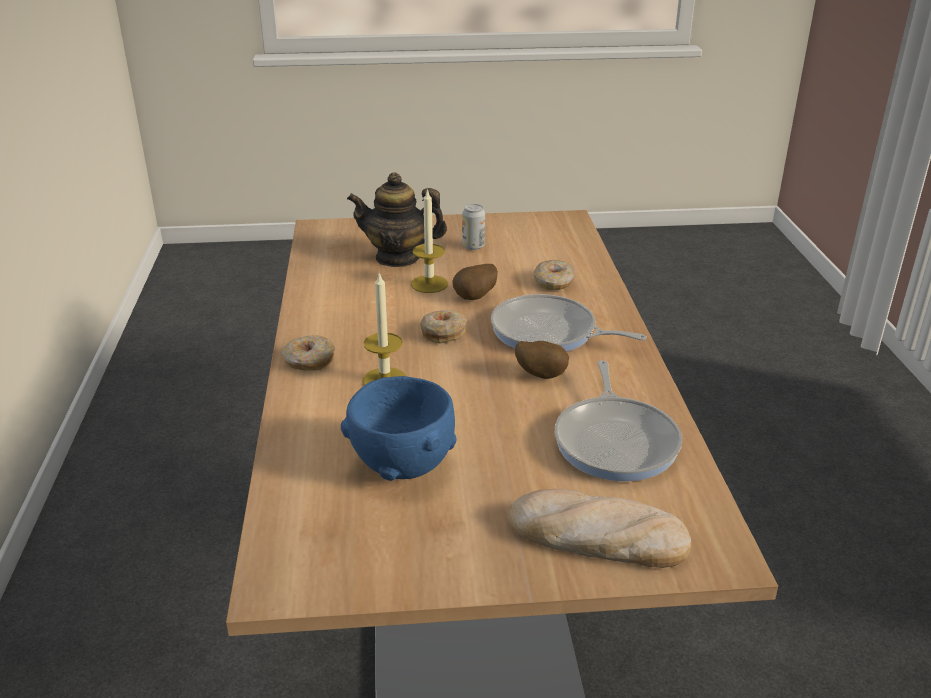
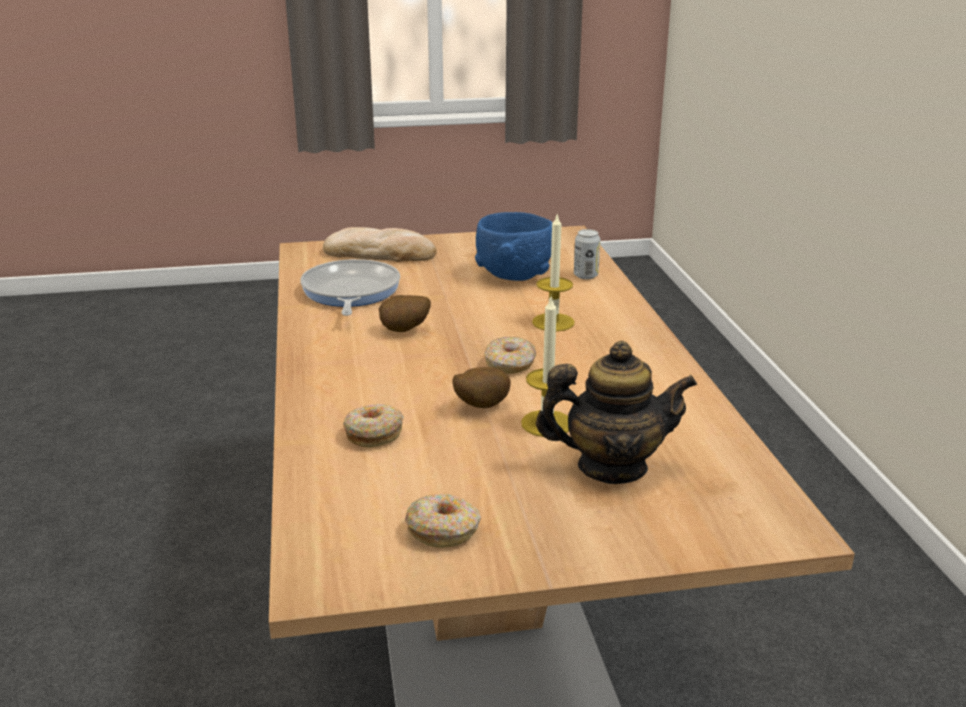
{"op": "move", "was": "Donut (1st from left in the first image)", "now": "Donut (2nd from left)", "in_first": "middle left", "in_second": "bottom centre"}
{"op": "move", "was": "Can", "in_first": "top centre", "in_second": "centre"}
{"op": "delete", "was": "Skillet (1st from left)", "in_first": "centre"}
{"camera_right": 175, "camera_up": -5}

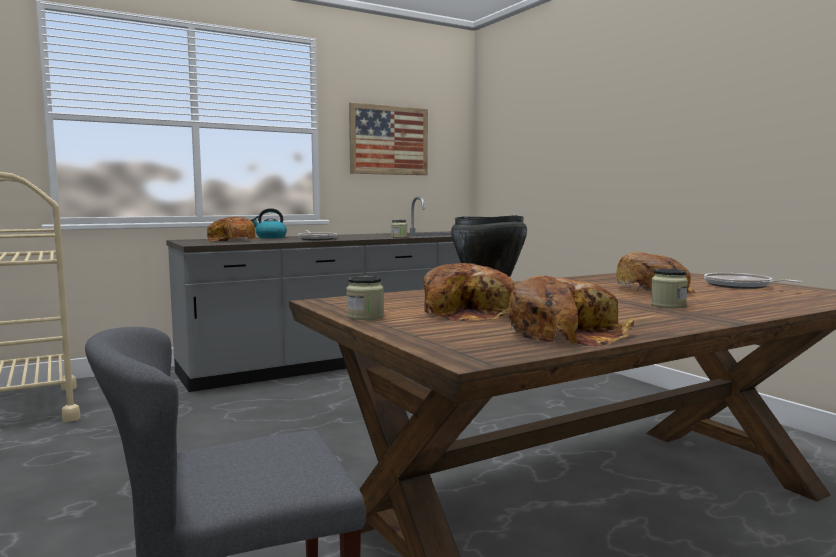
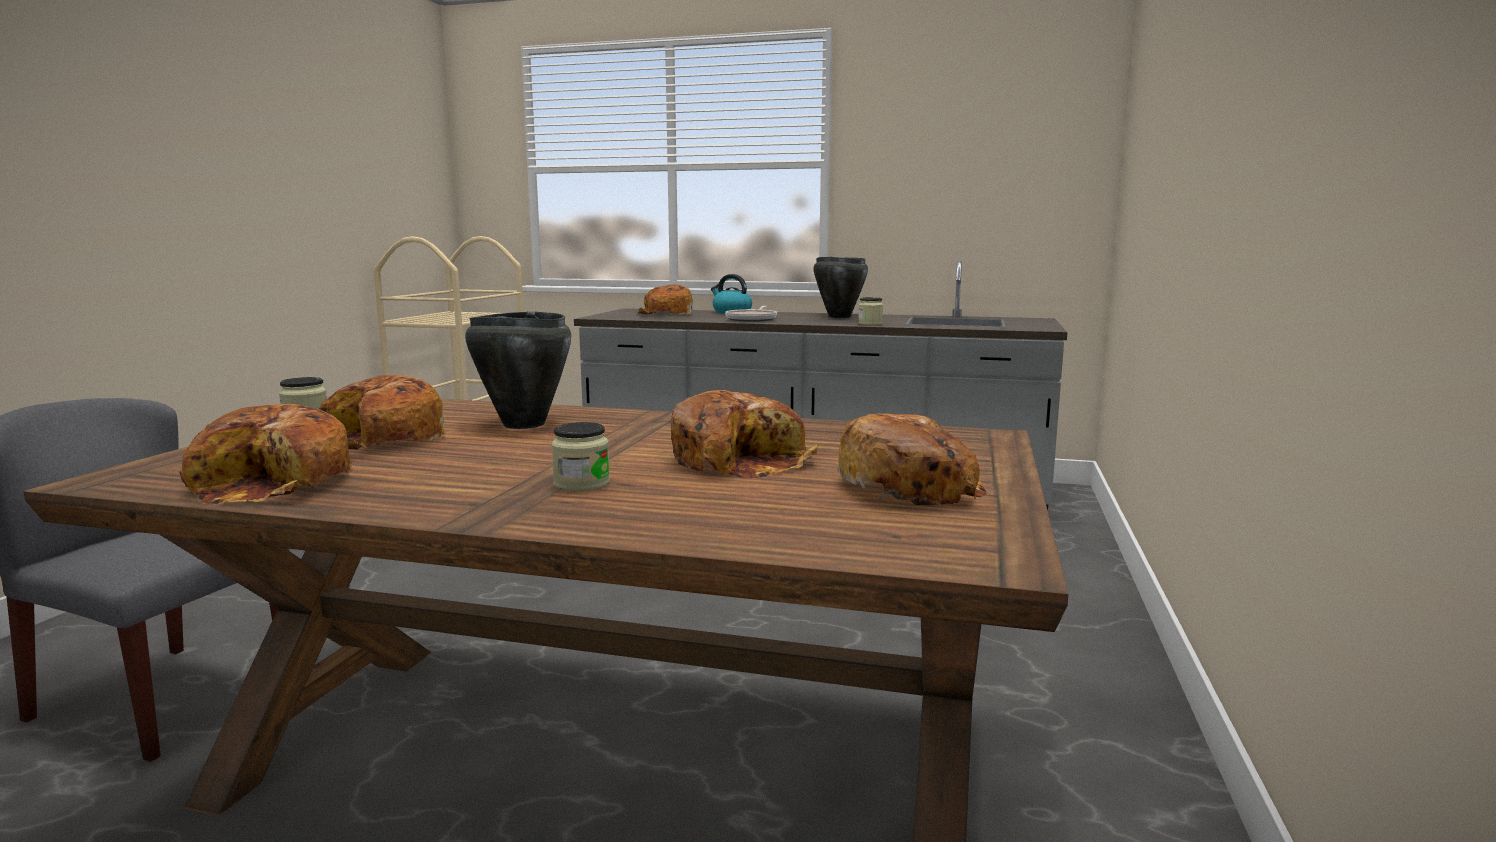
{"op": "delete", "was": "WallArt", "in_first": "top centre"}
{"op": "replace", "was": "Skillet (2nd from left)", "now": "BakedBread (5th from left)", "in_first": "middle right", "in_second": "centre"}
{"op": "insert", "now": "BlackSaucepot (2nd from left)", "in_second": "centre"}
{"camera_right": 45, "camera_up": 5}

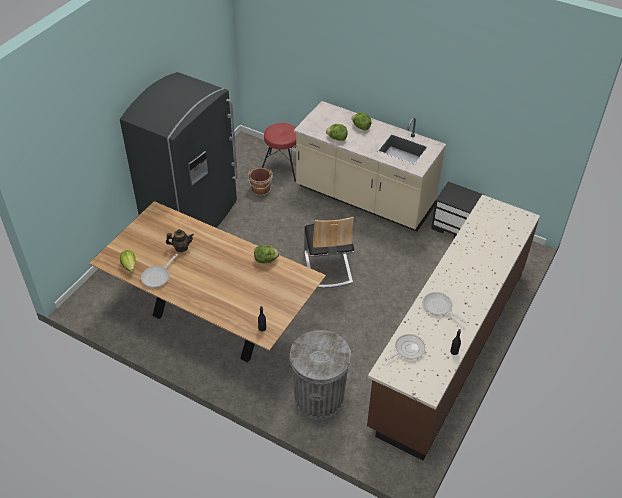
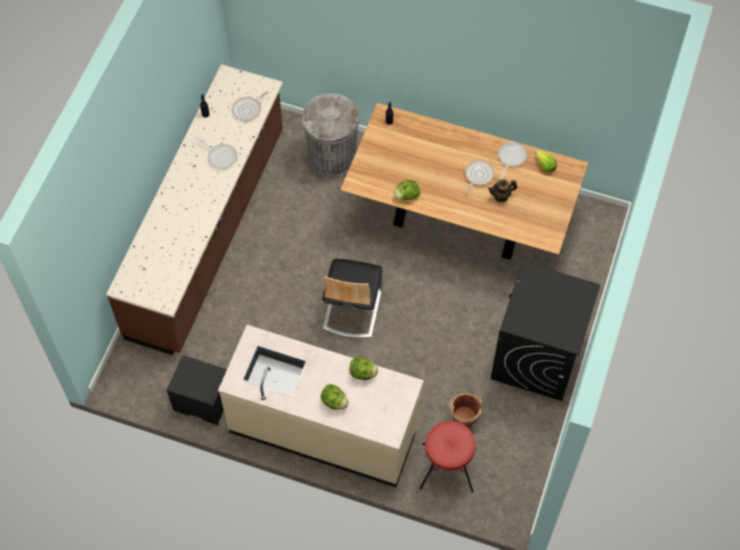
{"op": "replace", "was": "GreyishFridge", "now": "BlackLaundryAppliance", "in_first": "top left", "in_second": "middle right"}
{"op": "rotate", "was": "PlainChair", "in_first": "centre", "in_second": "centre", "clockwise": -150}
{"op": "insert", "now": "Skillet (3rd from left)", "in_second": "top centre"}
{"camera_right": 170, "camera_up": 15}

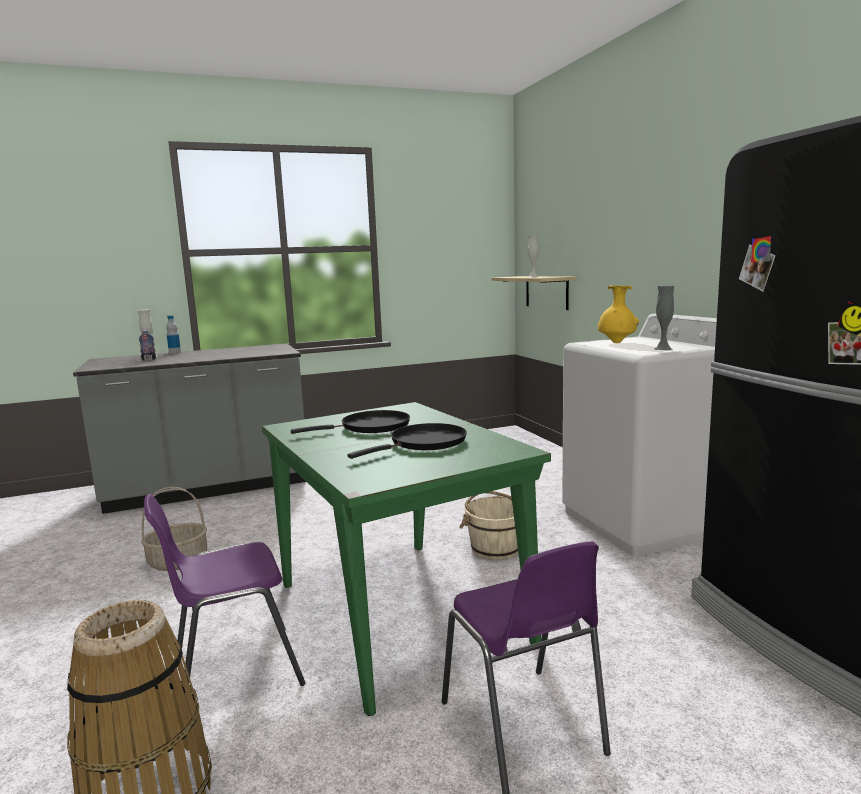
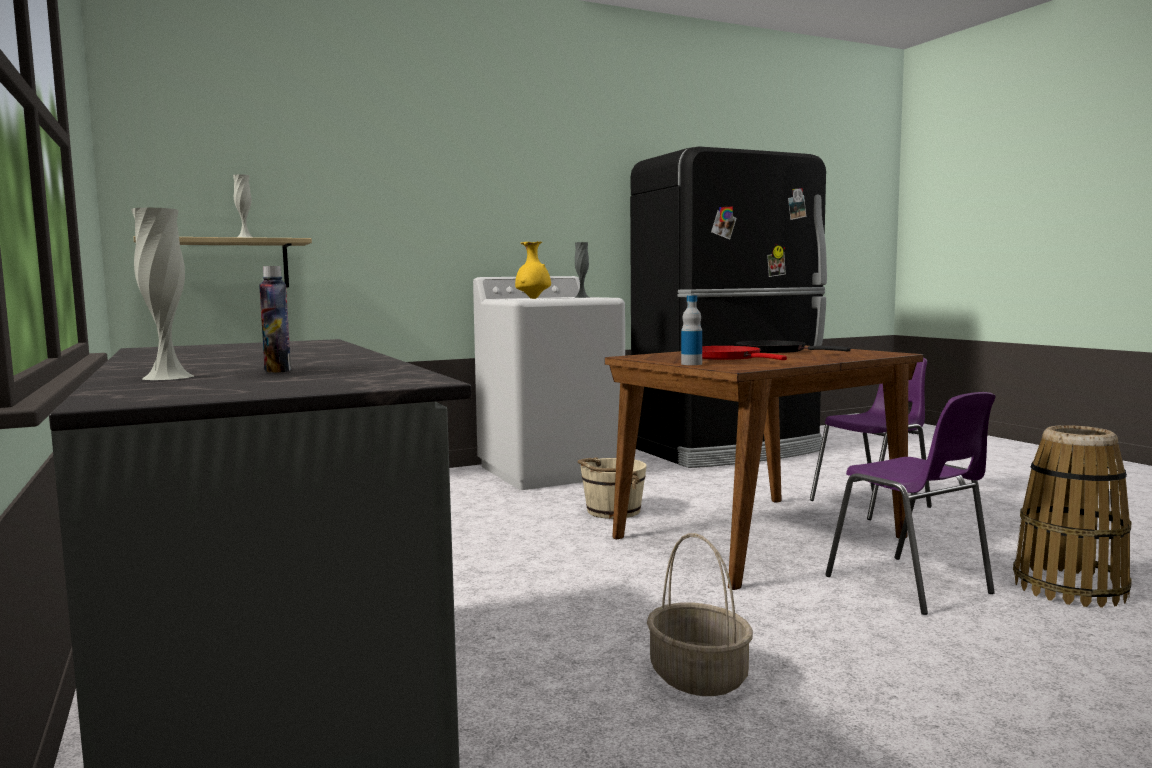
{"op": "move", "was": "DrinkBottle (2nd from left)", "in_first": "middle left", "in_second": "centre"}
{"op": "recolor", "was": "GreenDiningTable", "now": "BrownColouredDiningTable", "in_first": "bottom centre", "in_second": "centre"}
{"op": "recolor", "was": "BlackSkillet (1st from left)", "now": "ReddishSkillet", "in_first": "centre", "in_second": "centre"}
{"camera_right": -95, "camera_up": -5}

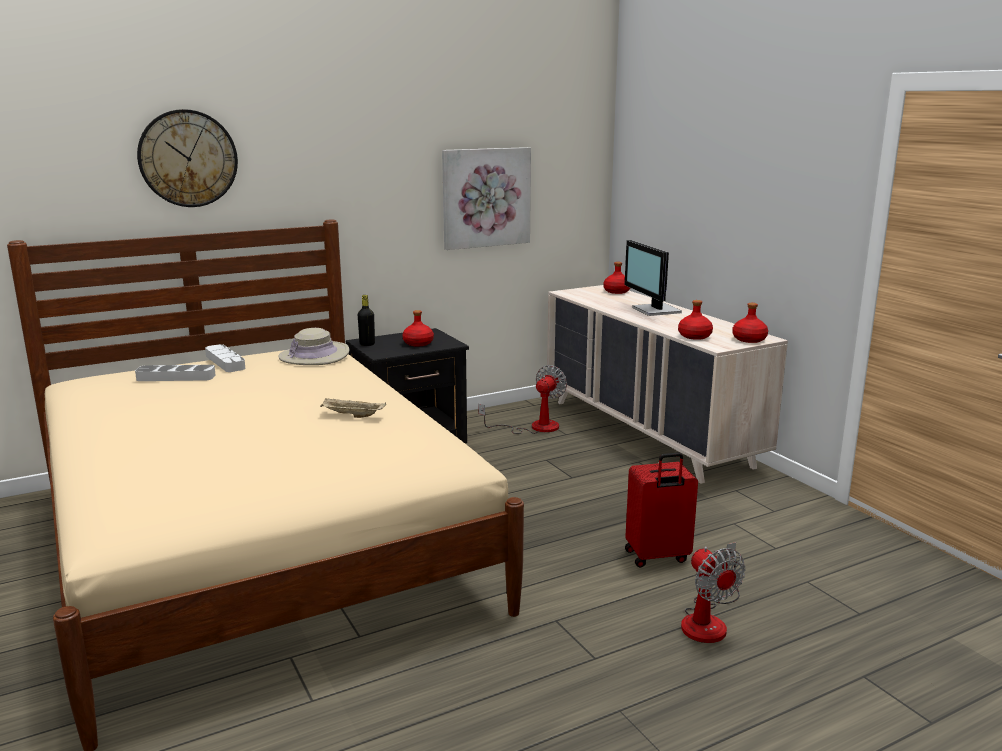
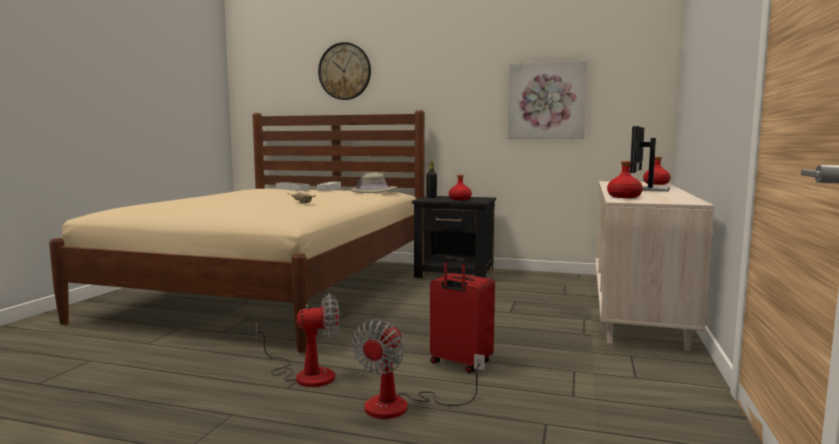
{"op": "move", "was": "Fan (1st from left)", "in_first": "centre", "in_second": "bottom centre"}
{"op": "delete", "was": "ReddishDrinkBottle (4th from left)", "in_first": "middle right"}
{"camera_right": 45, "camera_up": -10}

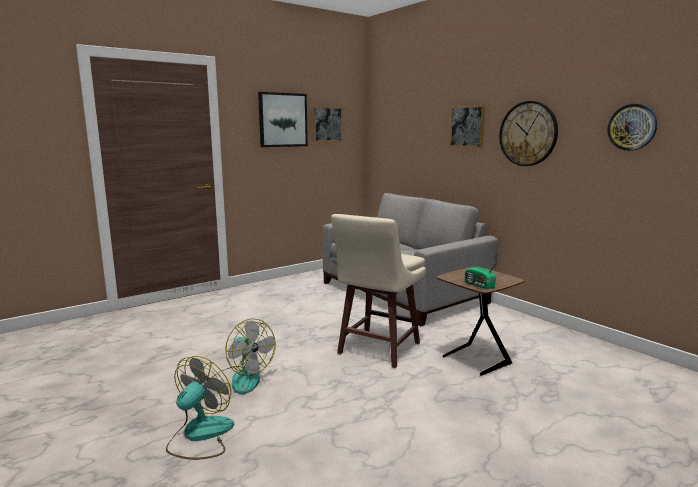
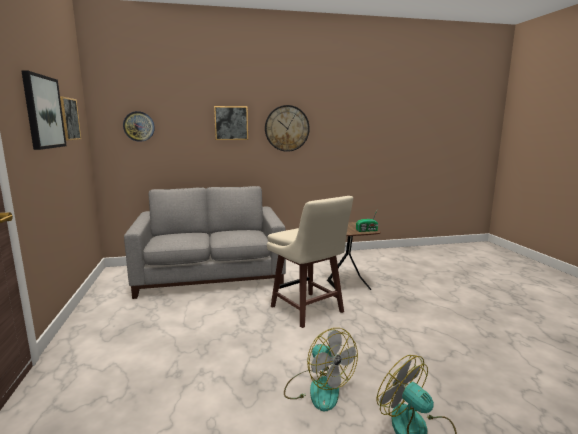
{"op": "rotate", "was": "Fan (2nd from left in the first image)", "in_first": "bottom centre", "in_second": "bottom centre", "clockwise": 75}
{"op": "move", "was": "WallClock (2nd from left in the first image)", "now": "WallClock (1st from left)", "in_first": "top right", "in_second": "top left"}
{"camera_right": -65, "camera_up": 0}

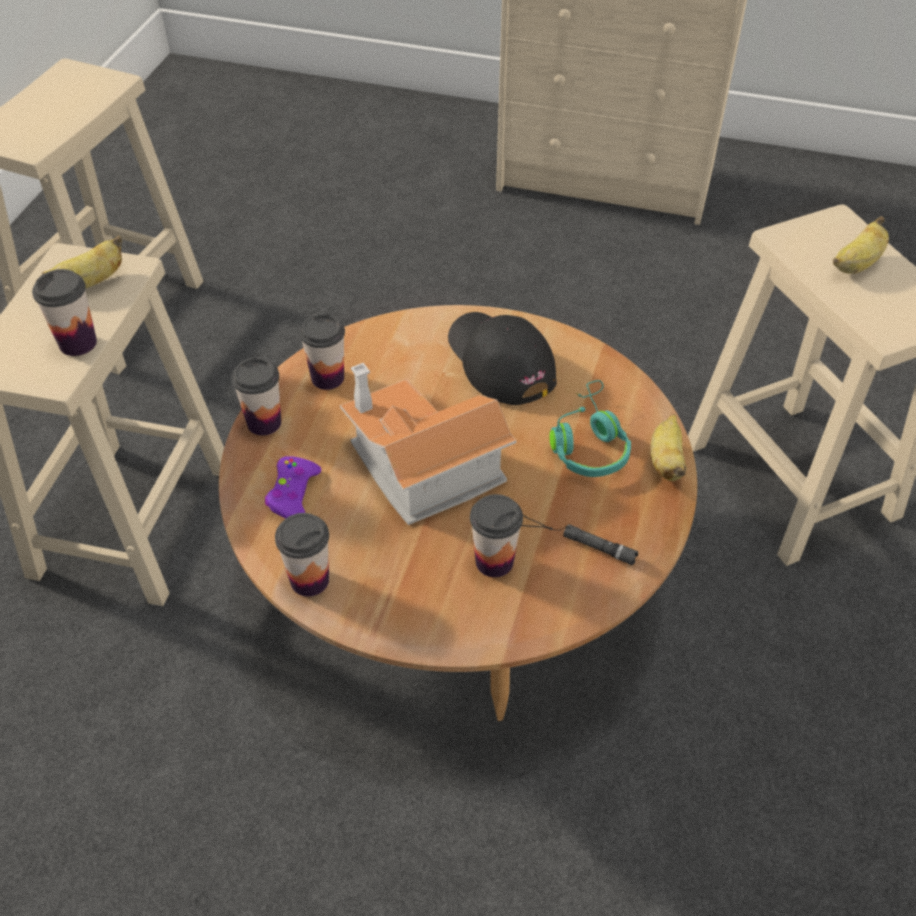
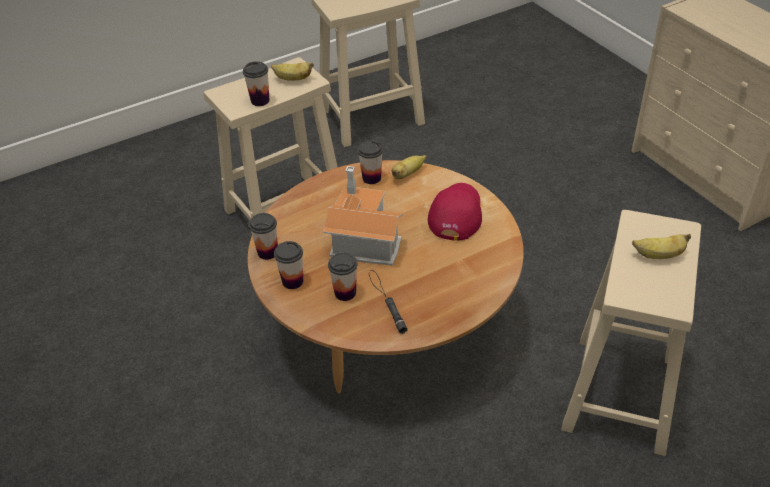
{"op": "move", "was": "SmallCup (2nd from left in the first image)", "now": "SmallCup (3rd from left)", "in_first": "middle left", "in_second": "centre"}
{"op": "delete", "was": "PurpleColouredJoypad", "in_first": "middle left"}
{"op": "recolor", "was": "BlackBaseballCap", "now": "ReddishBaseballCap", "in_first": "centre", "in_second": "centre"}
{"op": "delete", "was": "TurquoiseColouredHeadset", "in_first": "centre"}
{"op": "move", "was": "WholeBanana (2nd from left)", "in_first": "middle right", "in_second": "centre"}
{"camera_right": 45, "camera_up": -5}

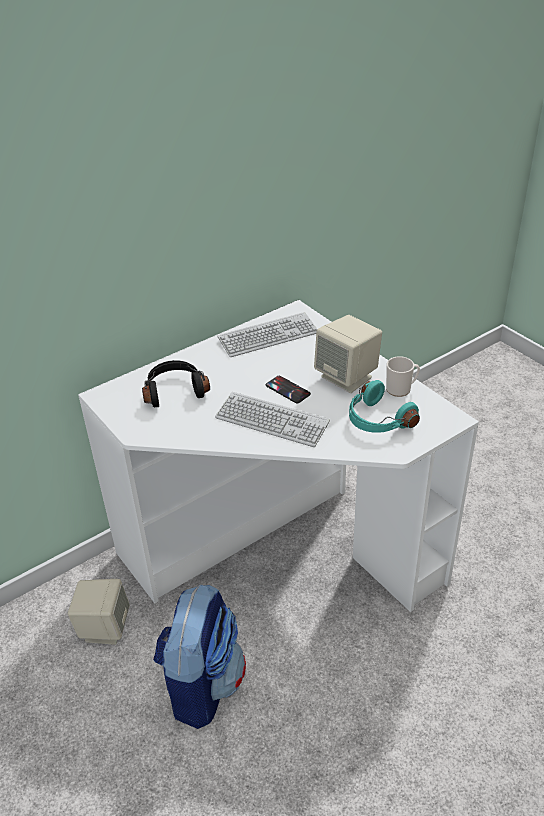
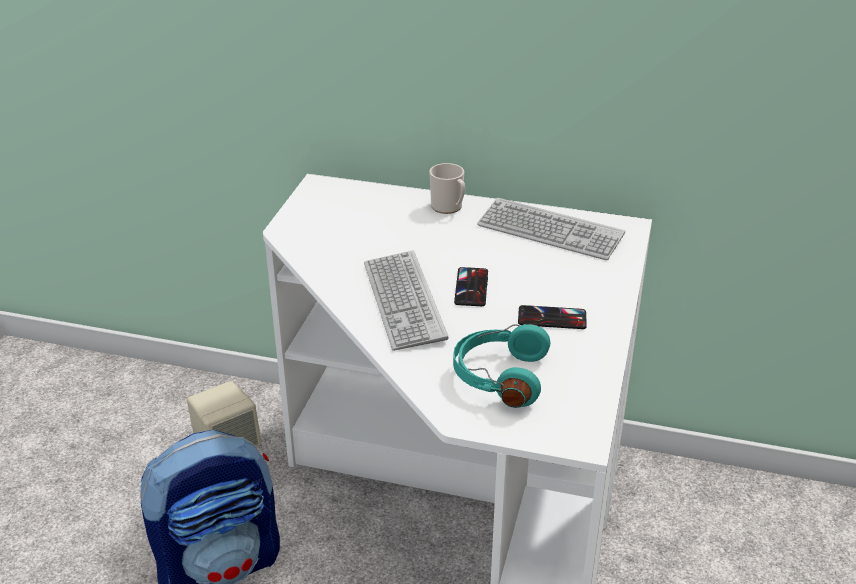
{"op": "delete", "was": "BlackHeadset", "in_first": "middle left"}
{"op": "replace", "was": "BeigeColouredLoudspeaker (2nd from left)", "now": "Handset (2nd from left)", "in_first": "centre", "in_second": "centre"}
{"op": "move", "was": "TeaMug", "in_first": "middle right", "in_second": "top centre"}
{"camera_right": 50, "camera_up": -5}

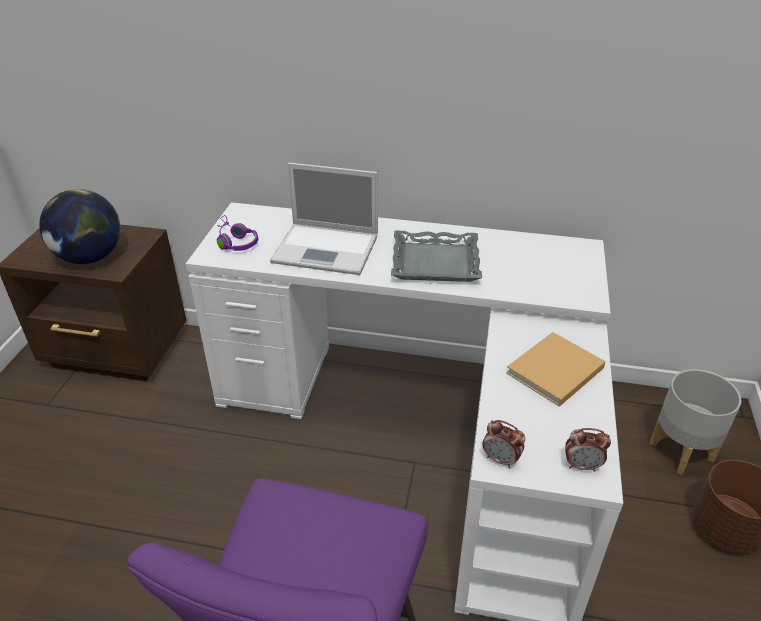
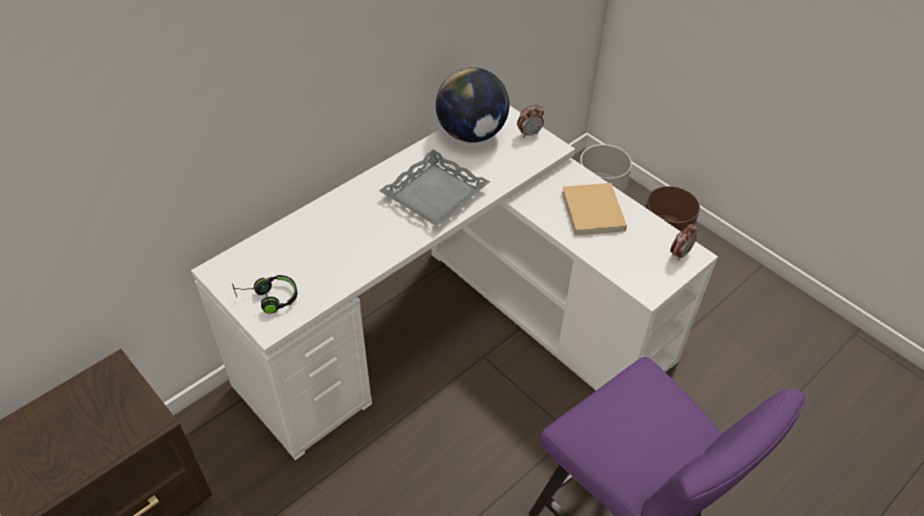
{"op": "move", "was": "WorldGlobe", "in_first": "middle left", "in_second": "top centre"}
{"op": "recolor", "was": "PurpleColouredHeadset", "now": "BlackHeadset", "in_first": "middle left", "in_second": "middle left"}
{"op": "delete", "was": "PortableComputer", "in_first": "centre"}
{"op": "move", "was": "AlarmClock (1st from left)", "in_first": "bottom centre", "in_second": "top centre"}
{"camera_right": -55, "camera_up": 10}

